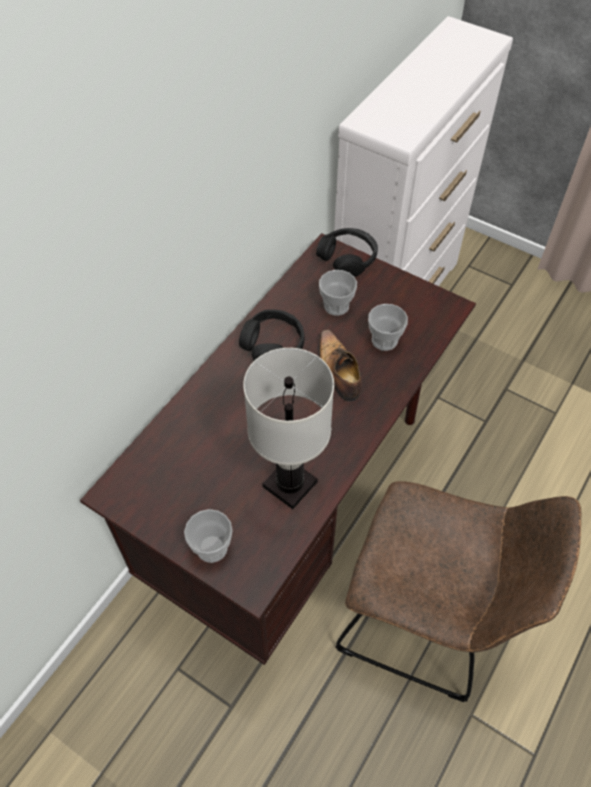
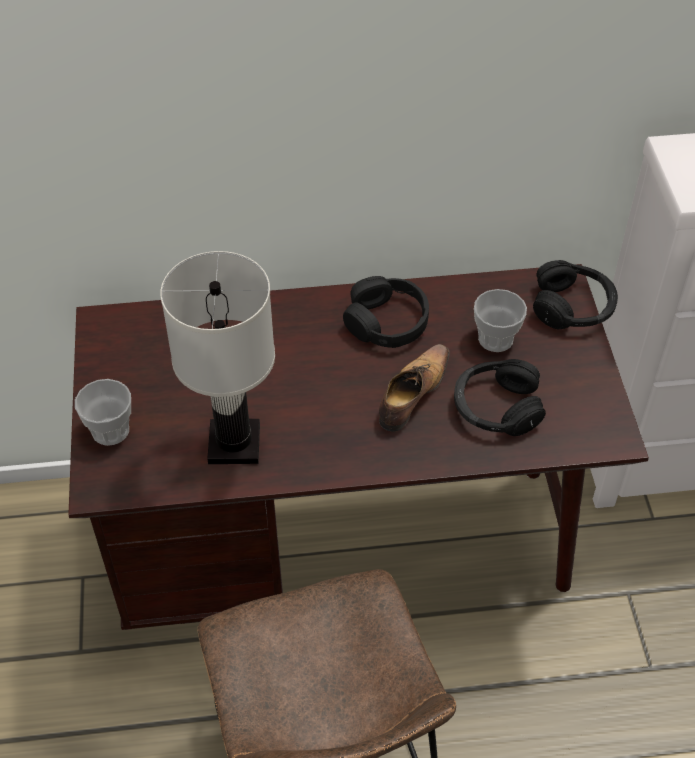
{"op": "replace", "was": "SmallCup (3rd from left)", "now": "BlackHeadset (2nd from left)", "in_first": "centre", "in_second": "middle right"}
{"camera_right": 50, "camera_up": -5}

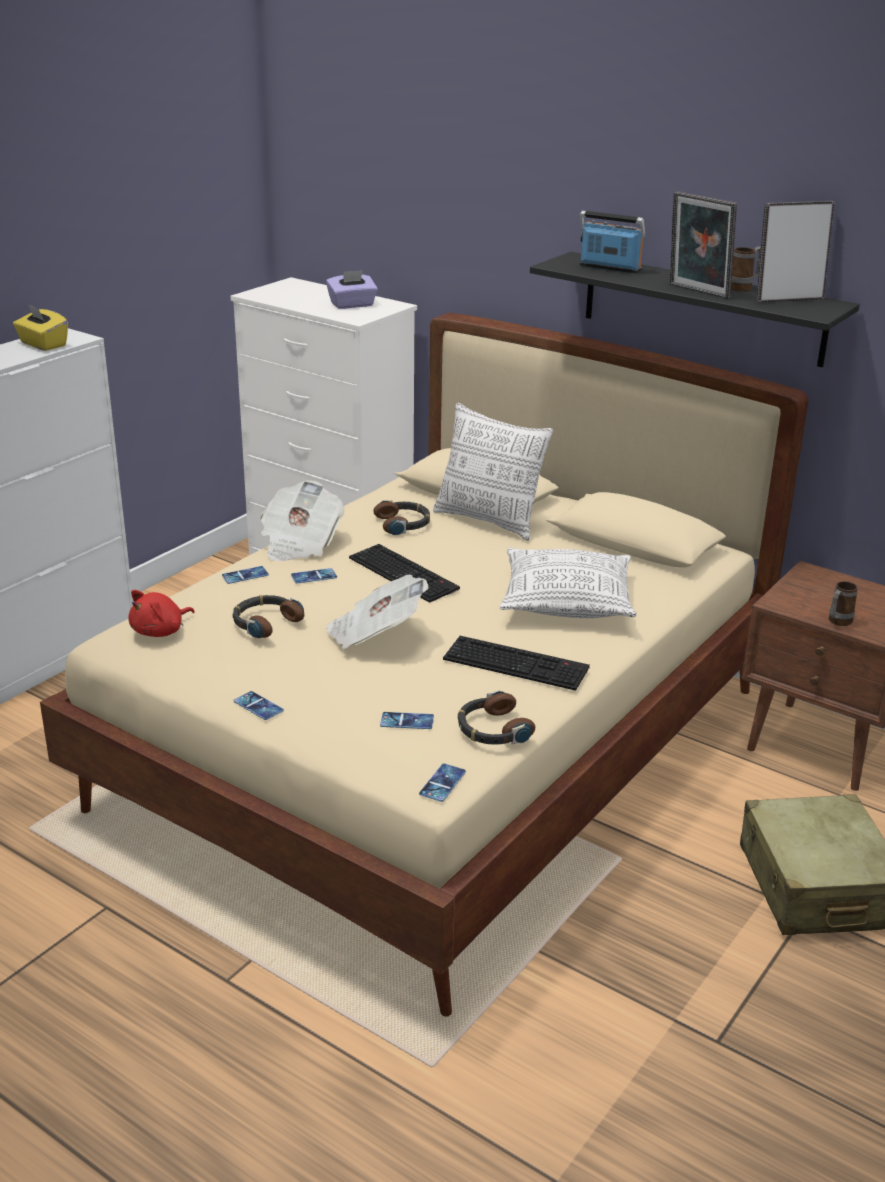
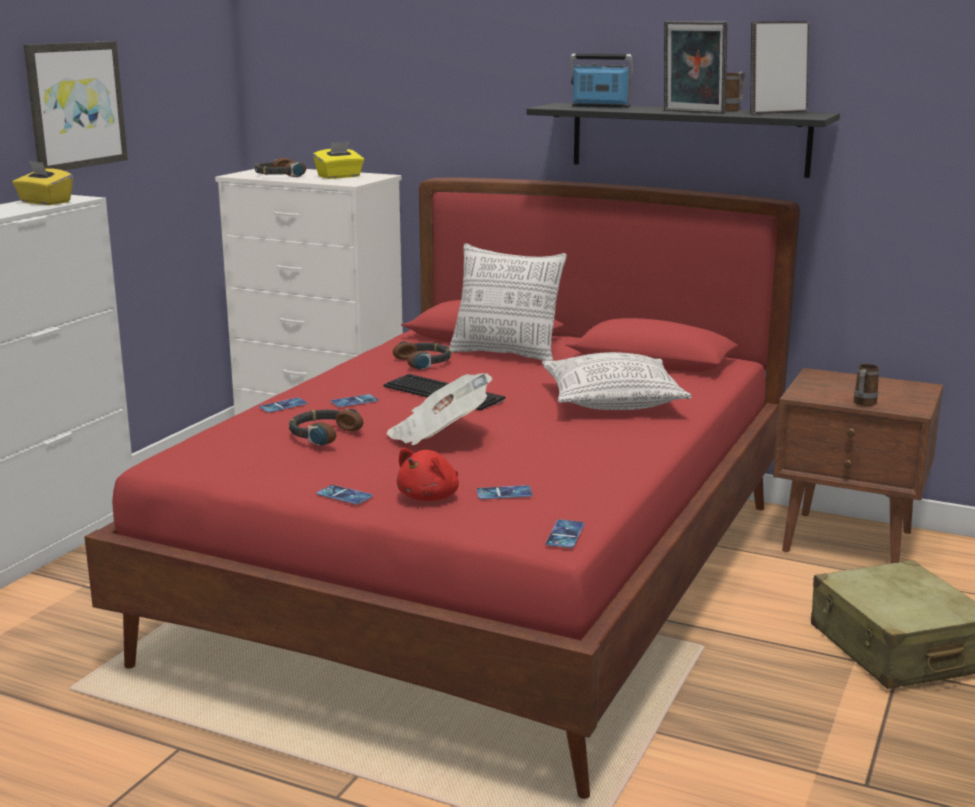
{"op": "recolor", "was": "BeigeColouredSleepingBed", "now": "ReddishSleepingBed", "in_first": "centre", "in_second": "centre"}
{"op": "move", "was": "ReddishCuddlyToy", "in_first": "middle left", "in_second": "centre"}
{"op": "delete", "was": "DailyPaper (1st from left)", "in_first": "centre"}
{"op": "recolor", "was": "PurpleColouredTissueHolder", "now": "YellowishTissueHolder (2nd from left)", "in_first": "top centre", "in_second": "top centre"}
{"op": "delete", "was": "ComputerKeyboard (2nd from left)", "in_first": "centre"}
{"op": "move", "was": "Headset (3rd from left in the first image)", "now": "Headset (1st from left)", "in_first": "centre", "in_second": "top left"}
{"op": "insert", "now": "WallArt", "in_second": "top left"}
{"camera_right": -10, "camera_up": -10}

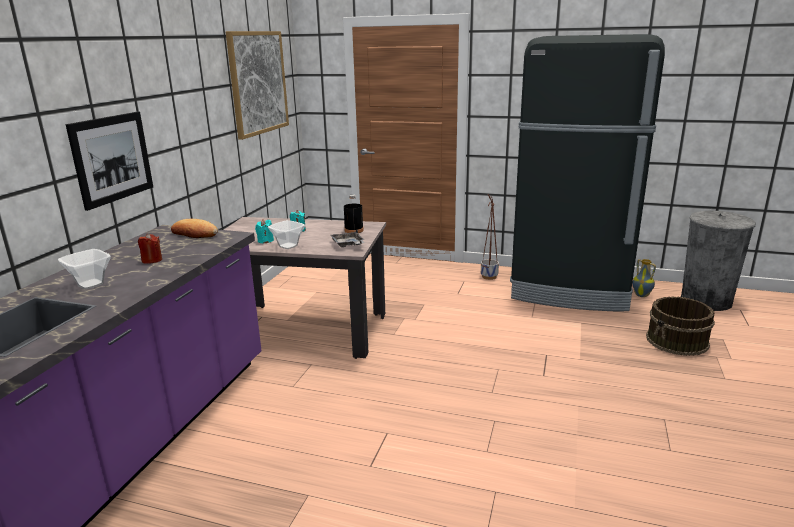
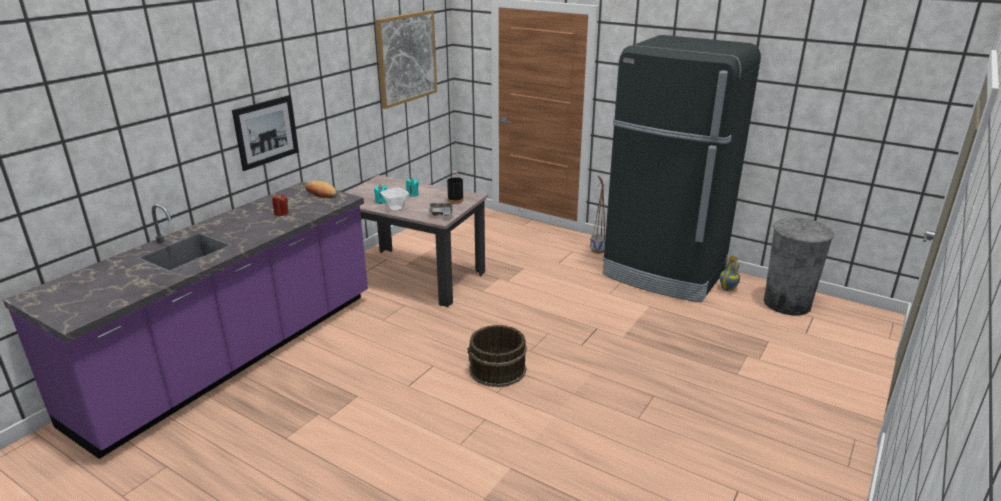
{"op": "delete", "was": "DeepDish (1st from left)", "in_first": "middle left"}
{"op": "move", "was": "BrownColouredWaterBucket", "in_first": "middle right", "in_second": "bottom centre"}
{"camera_right": 15, "camera_up": 5}

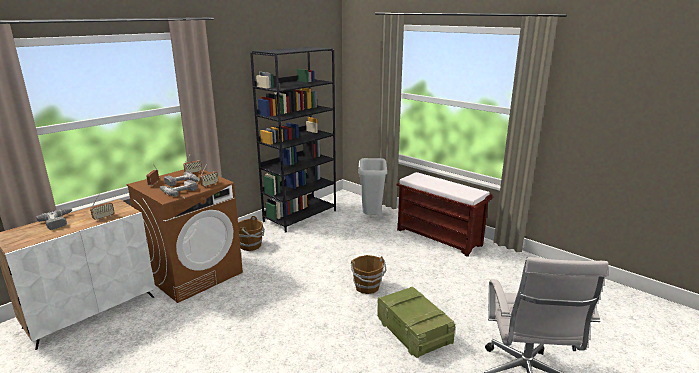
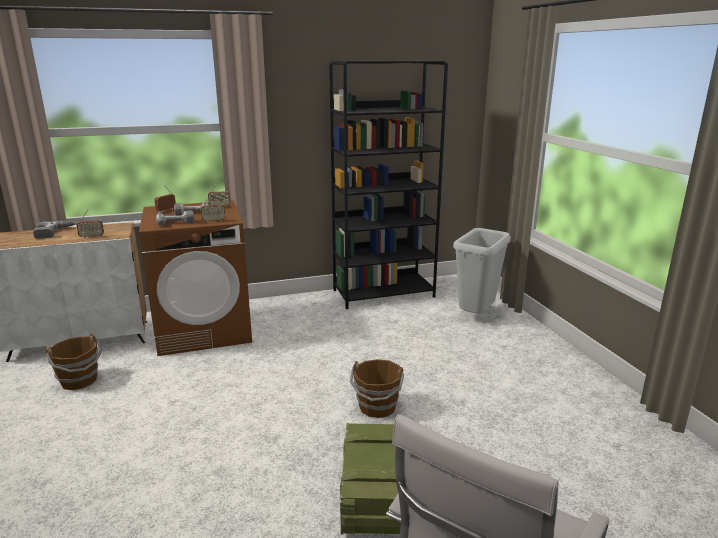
{"op": "move", "was": "BrownColouredWaterBucket (1st from left)", "in_first": "centre", "in_second": "bottom left"}
{"op": "delete", "was": "BrownColouredIndoorBench", "in_first": "centre"}
{"camera_right": 30, "camera_up": 0}

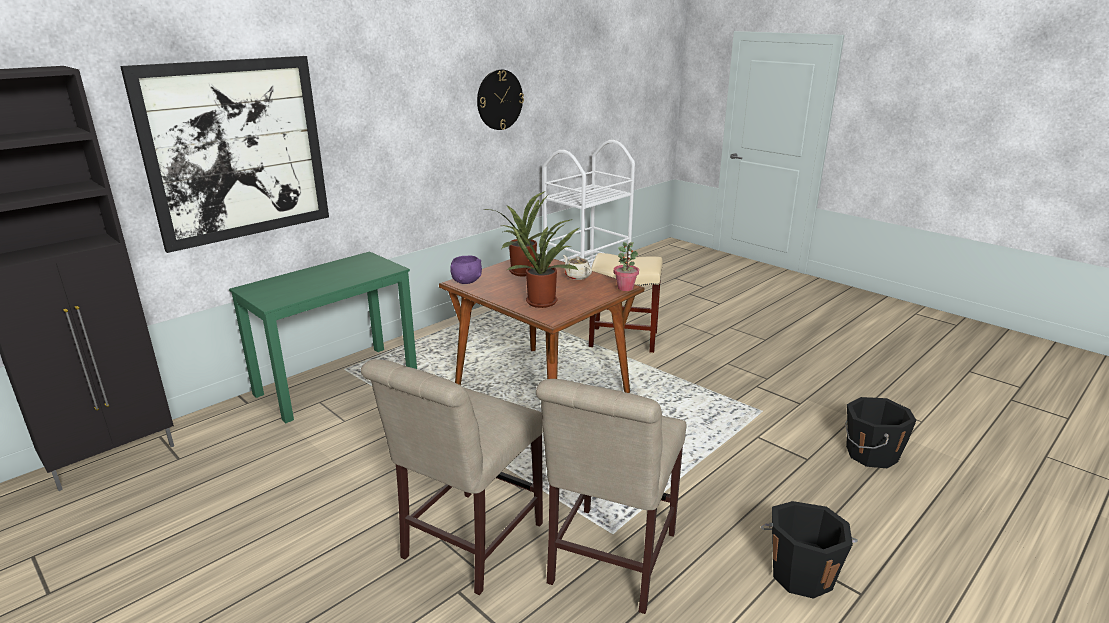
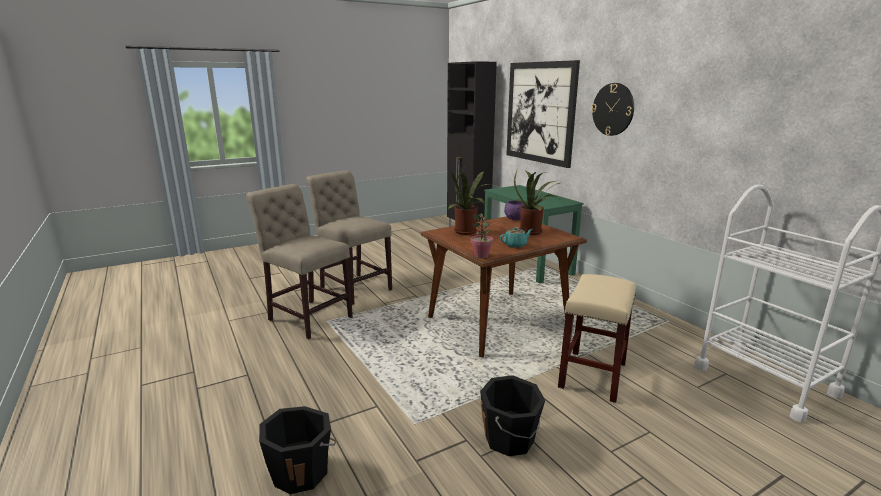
{"op": "move", "was": "WallClock", "in_first": "top centre", "in_second": "top right"}
{"op": "recolor", "was": "BeigeColouredTeaPot", "now": "TurquoiseColouredTeaPot", "in_first": "centre", "in_second": "centre"}
{"op": "move", "was": "BlackWaterBucket (1st from left in the first image)", "now": "BlackWaterBucket (2nd from left)", "in_first": "bottom right", "in_second": "bottom centre"}
{"camera_right": 105, "camera_up": -5}

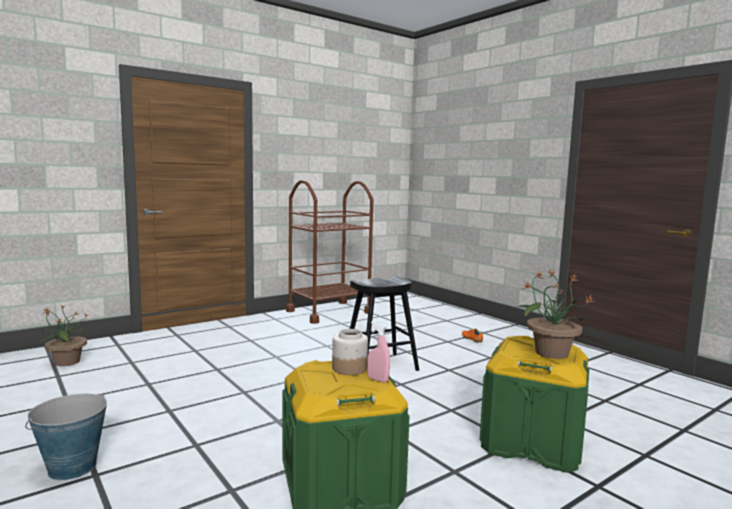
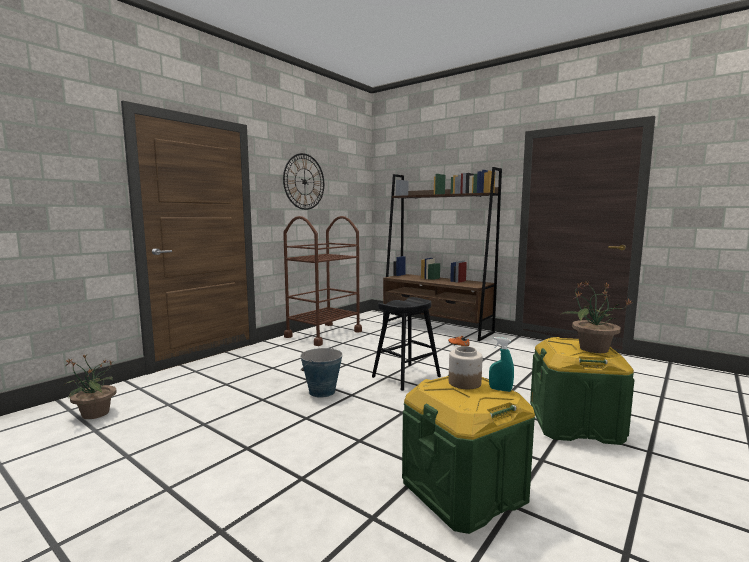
{"op": "move", "was": "WaterBucket", "in_first": "bottom left", "in_second": "centre"}
{"op": "recolor", "was": "PinkishSprayBottle", "now": "TurquoiseColouredSprayBottle", "in_first": "bottom centre", "in_second": "middle right"}
{"op": "insert", "now": "WallClock", "in_second": "top centre"}
{"op": "insert", "now": "BrownColouredShelvingUnit", "in_second": "centre"}
{"camera_right": -15, "camera_up": 0}

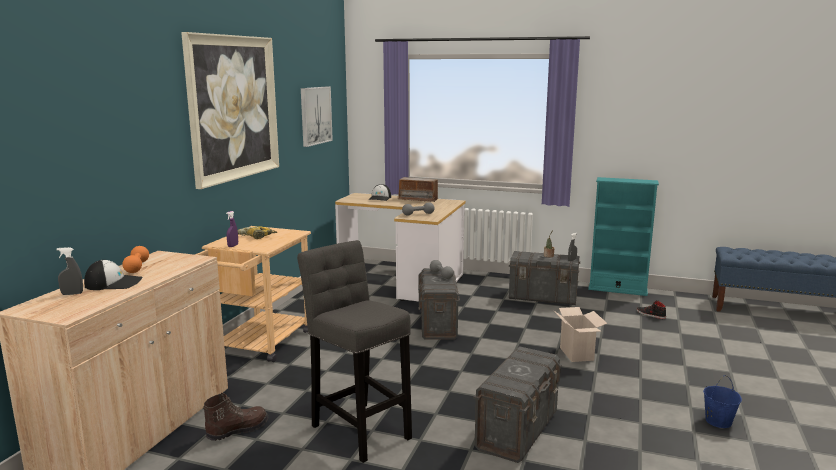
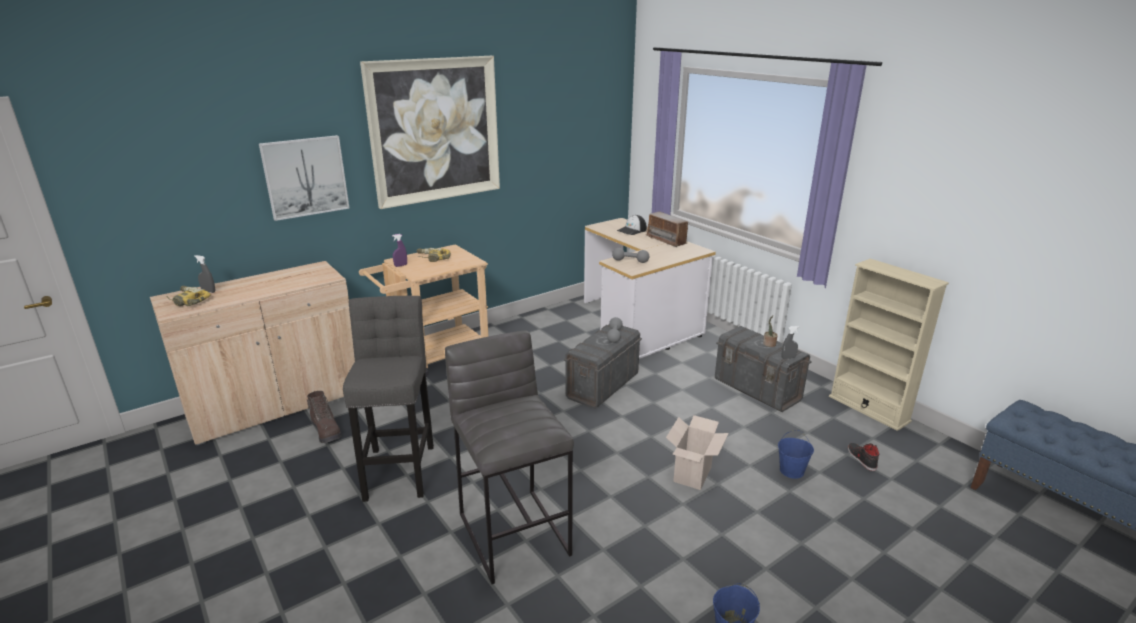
{"op": "delete", "was": "BaseballCap (1st from left)", "in_first": "middle left"}
{"op": "delete", "was": "OrangeColouredDumbbell", "in_first": "middle left"}
{"op": "rotate", "was": "BrownColouredHighTopBoot", "in_first": "bottom left", "in_second": "bottom left", "clockwise": 60}
{"op": "move", "was": "WallArt (2nd from left in the first image)", "now": "WallArt (1st from left)", "in_first": "top centre", "in_second": "top left"}
{"op": "replace", "was": "GreyishStorageBin (2nd from left)", "now": "GreyishSittingStool (2nd from left)", "in_first": "bottom centre", "in_second": "bottom centre"}
{"op": "recolor", "was": "TurquoiseColouredShelvingUnit", "now": "BeigeColouredShelvingUnit", "in_first": "middle right", "in_second": "middle right"}
{"op": "insert", "now": "ElectricDrill (1st from left)", "in_second": "middle left"}
{"op": "insert", "now": "BlueWaterBucket (2nd from left)", "in_second": "bottom right"}
{"camera_right": 35, "camera_up": 10}

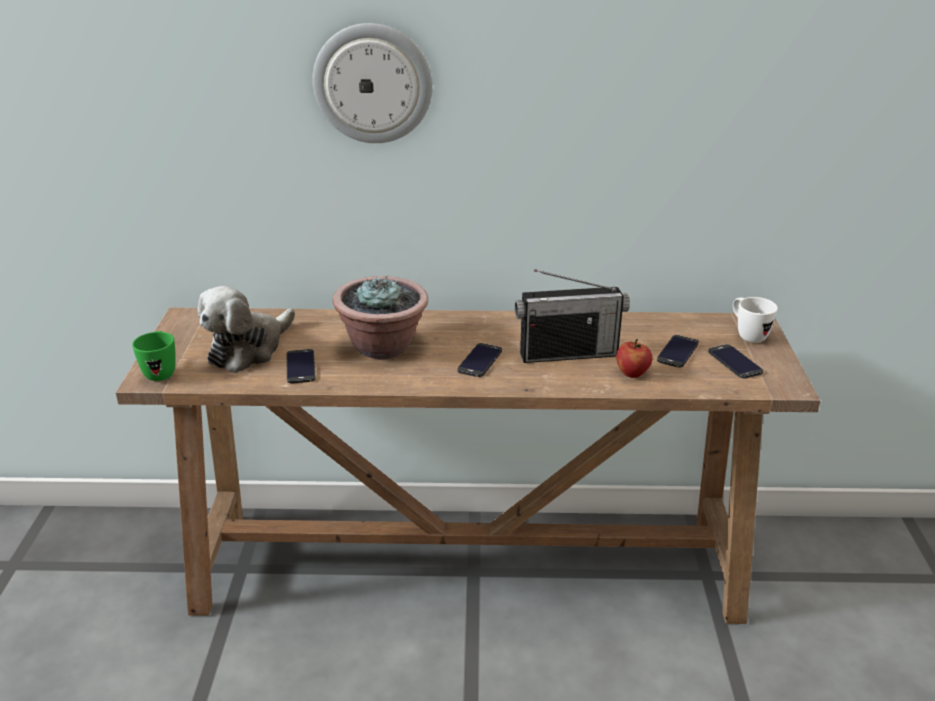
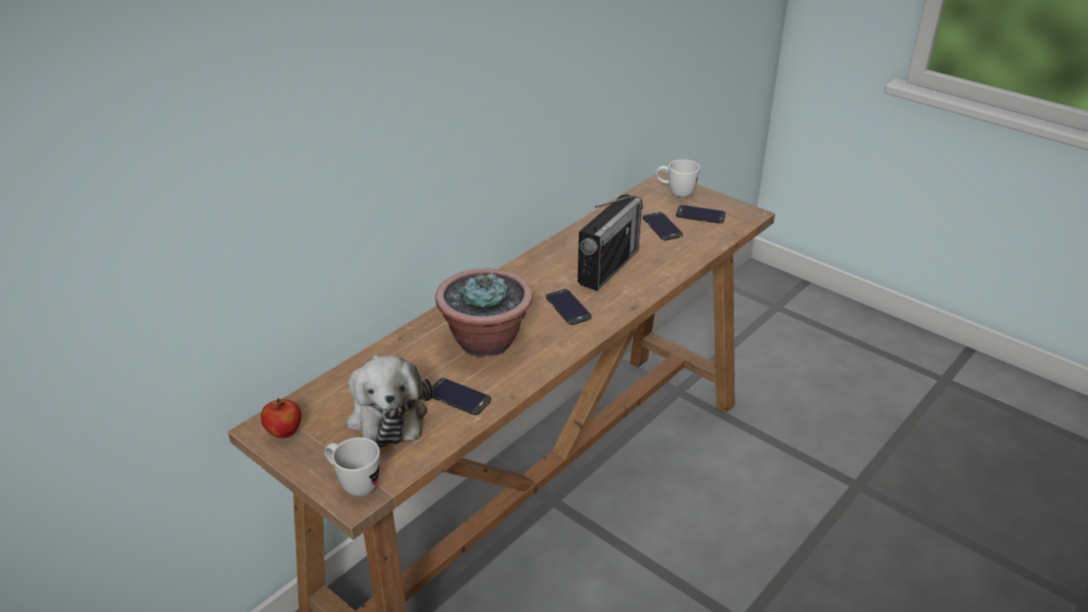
{"op": "recolor", "was": "GreenTeaMug", "now": "WhitishTeaMug (1st from left)", "in_first": "middle left", "in_second": "bottom left"}
{"op": "delete", "was": "WallClock", "in_first": "top centre"}
{"op": "move", "was": "Apple", "in_first": "middle right", "in_second": "bottom left"}
{"camera_right": -50, "camera_up": 5}

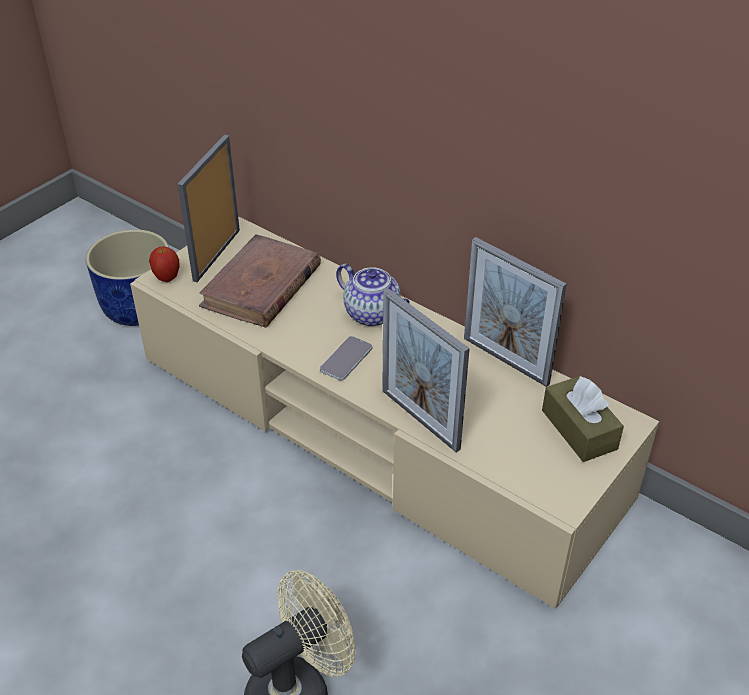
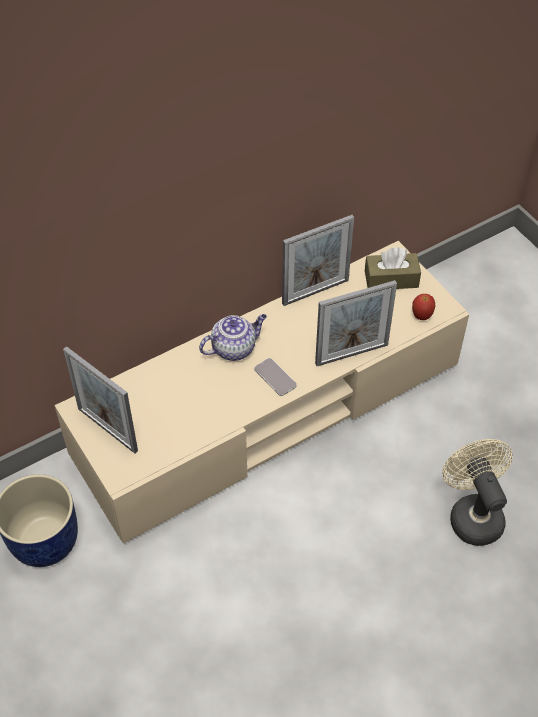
{"op": "move", "was": "Apple", "in_first": "middle left", "in_second": "middle right"}
{"op": "delete", "was": "BrownColouredBoundBook", "in_first": "centre"}
{"camera_right": -70, "camera_up": 10}

